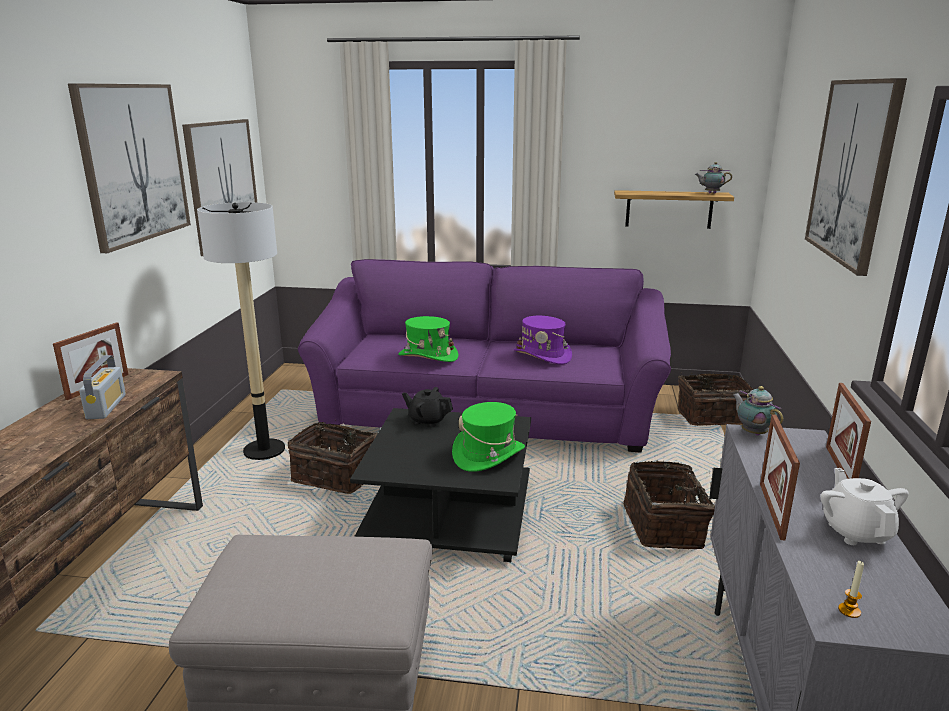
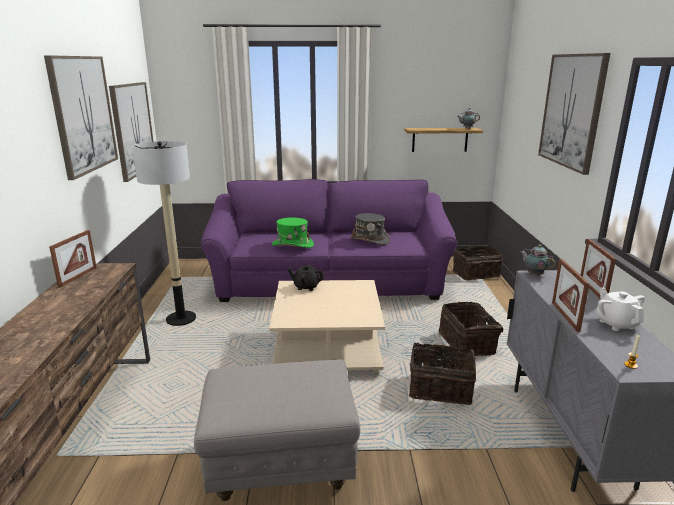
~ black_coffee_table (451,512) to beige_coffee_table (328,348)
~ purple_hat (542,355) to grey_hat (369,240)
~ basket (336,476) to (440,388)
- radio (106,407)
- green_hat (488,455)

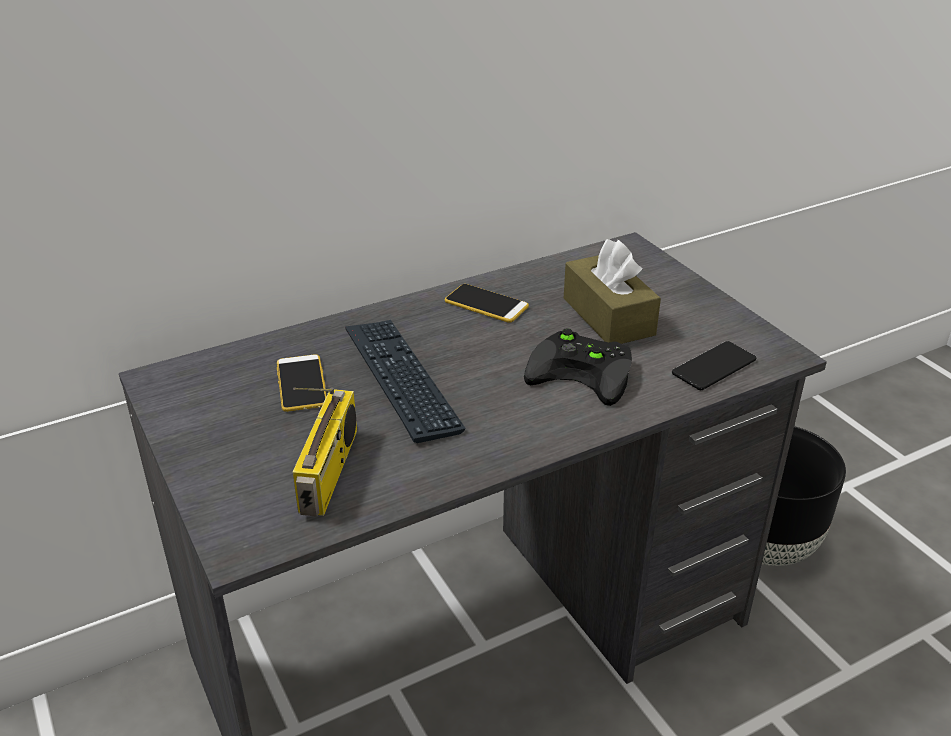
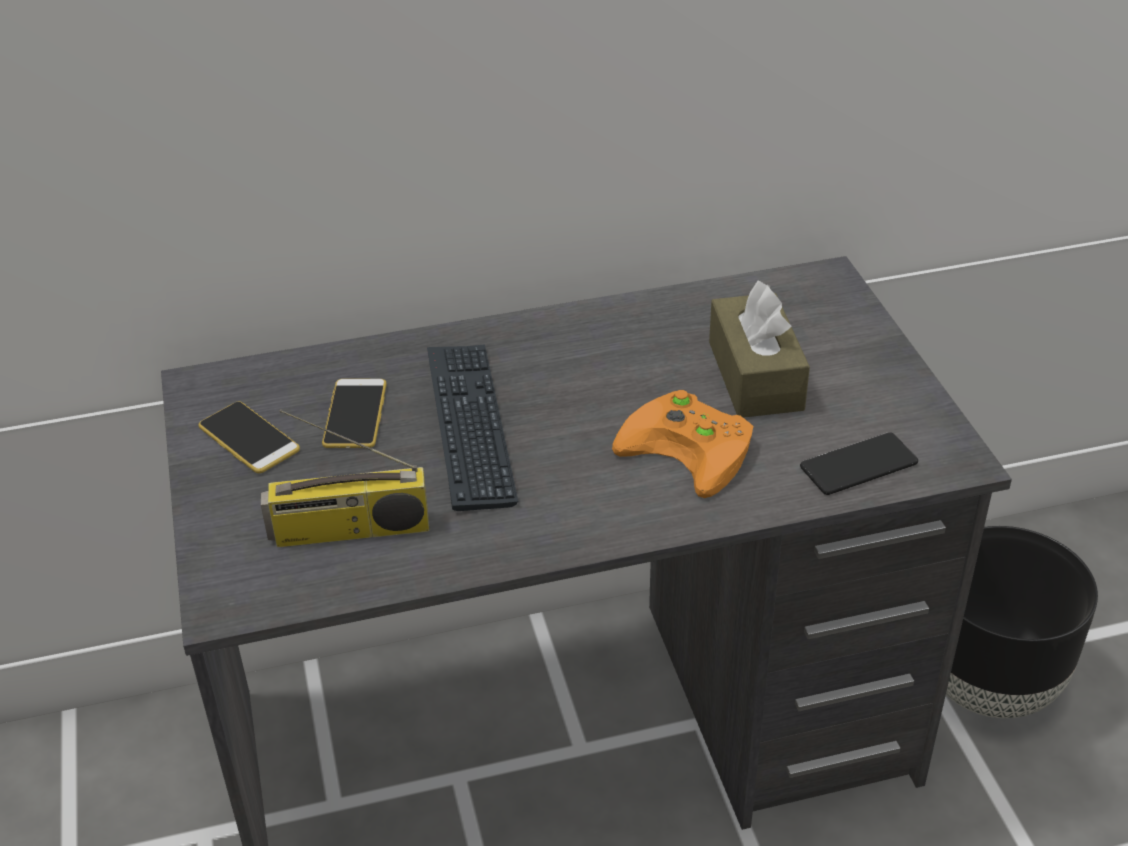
~ phone (486,304) to (249,438)
~ radio (330,472) = (349,531) 60 degrees clockwise
~ black_game_controller (585,372) to orange_game_controller (693,448)

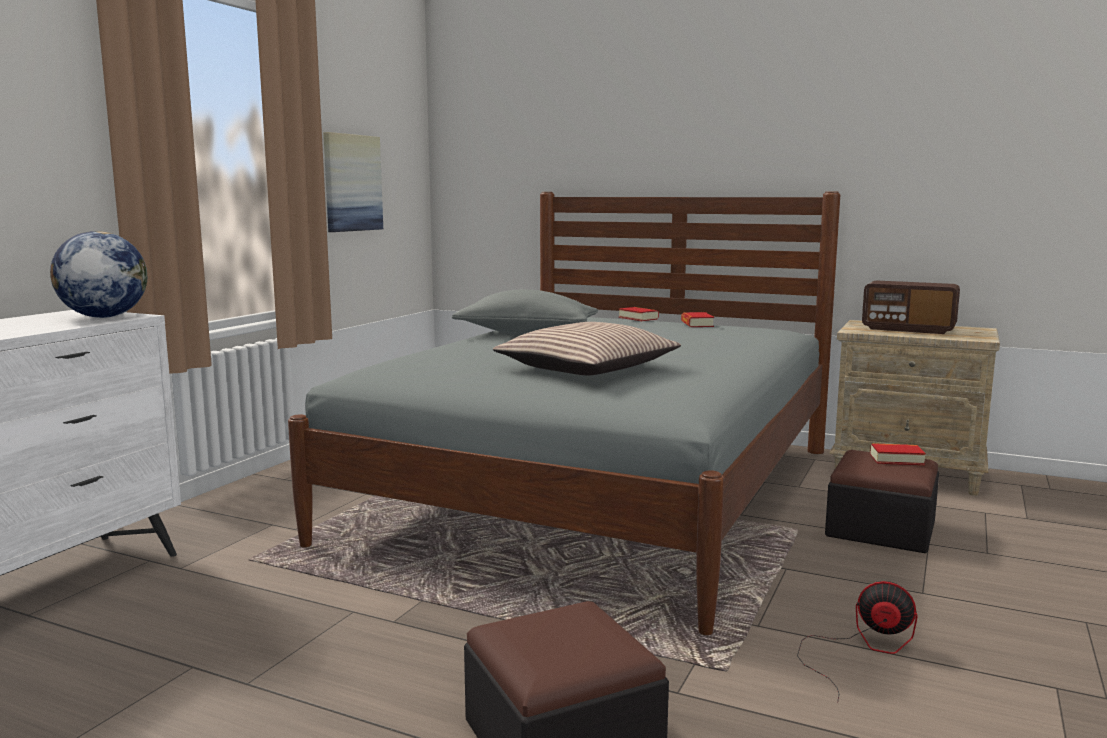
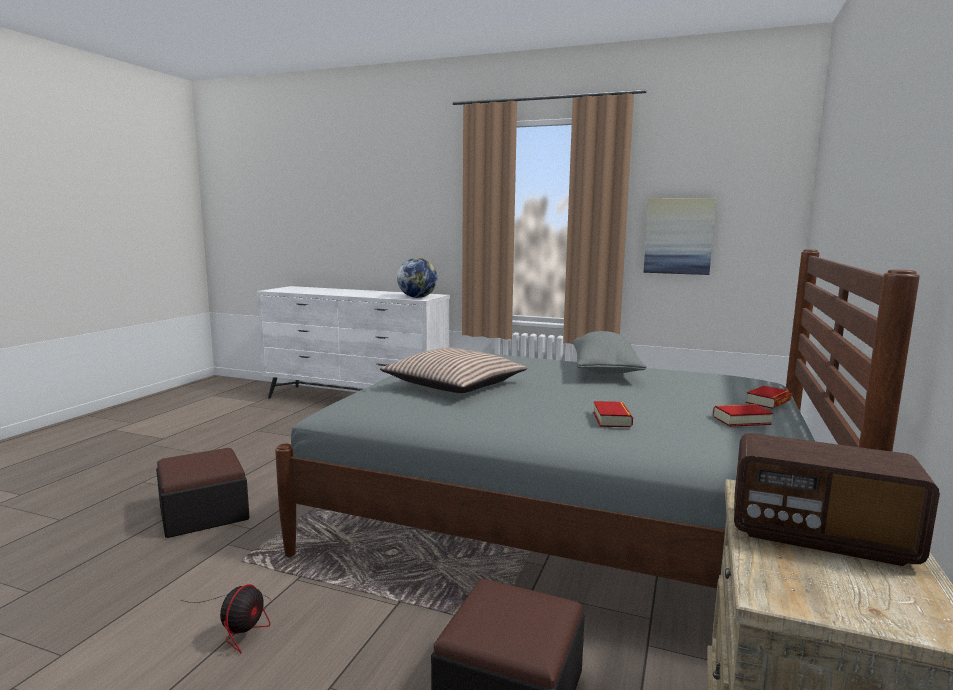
~ book (896,459) to (612,419)
~ radio (908,329) = (819,536) 90 degrees counterclockwise

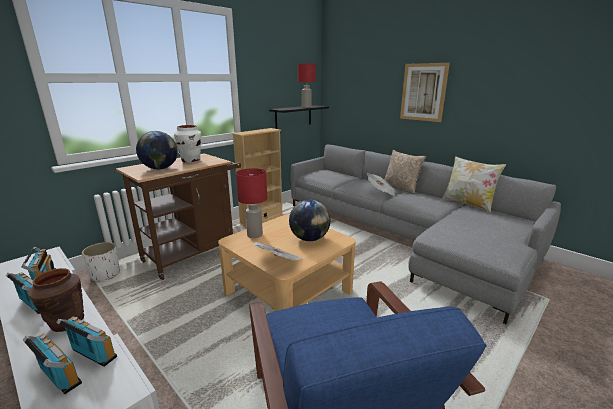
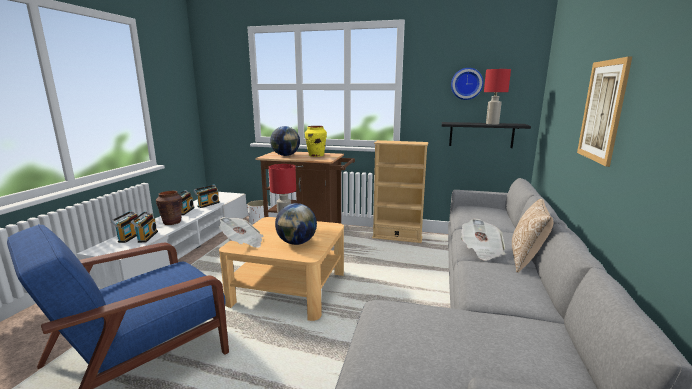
~ white_vase (191,160) to yellow_vase (316,155)
+ wall_clock (466,84)
- pillow (467,204)

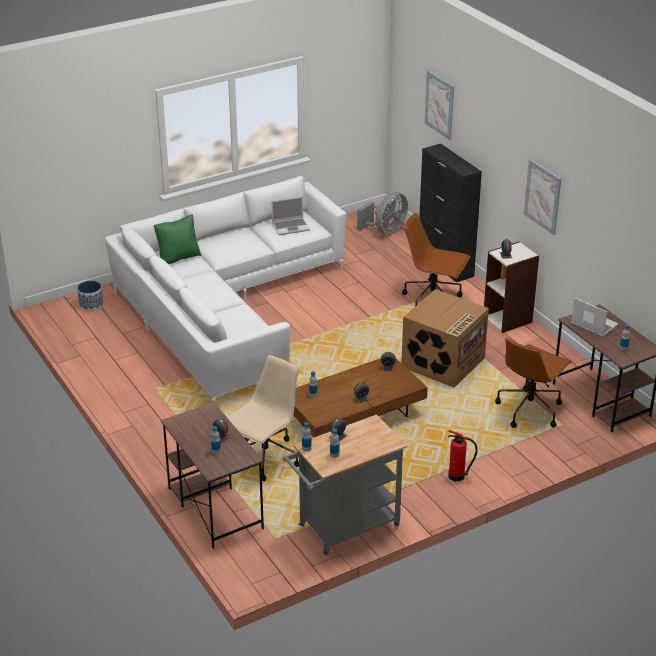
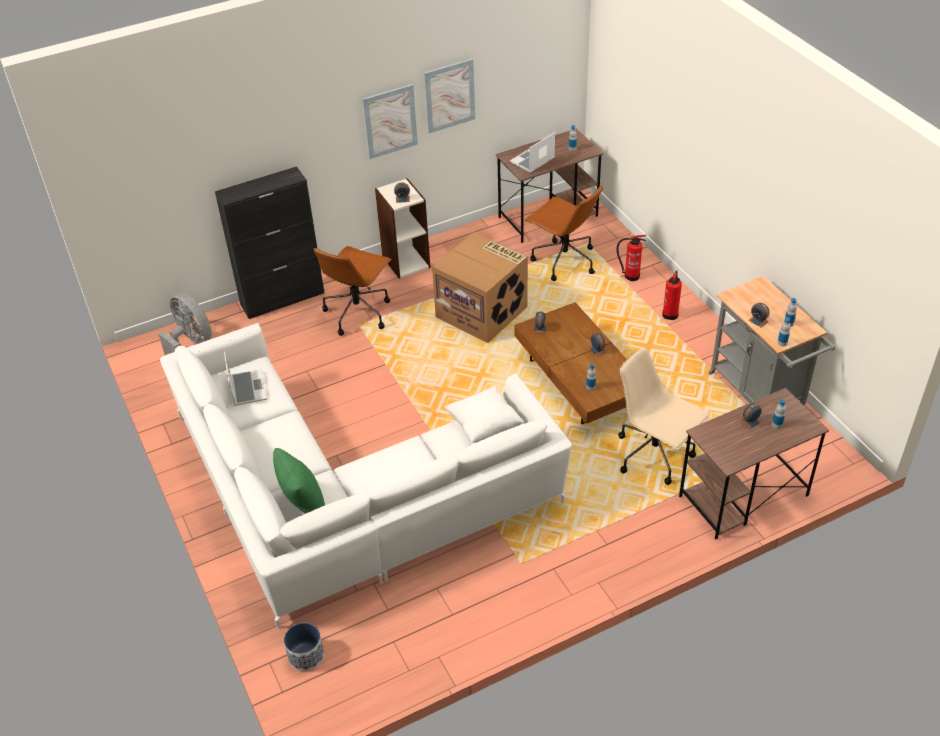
~ picture (439,105) to (449,96)
+ white_pillow (484,426)
+ fire_extinguisher (630,276)

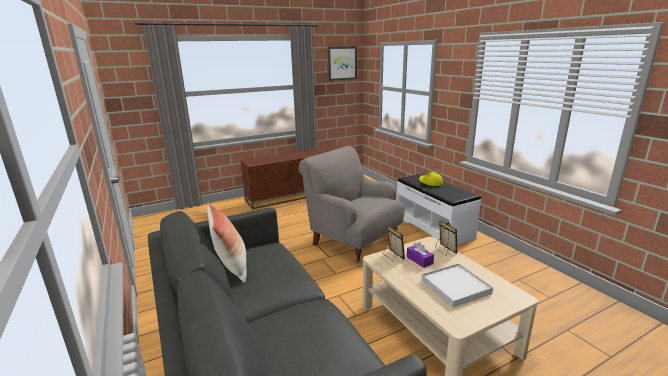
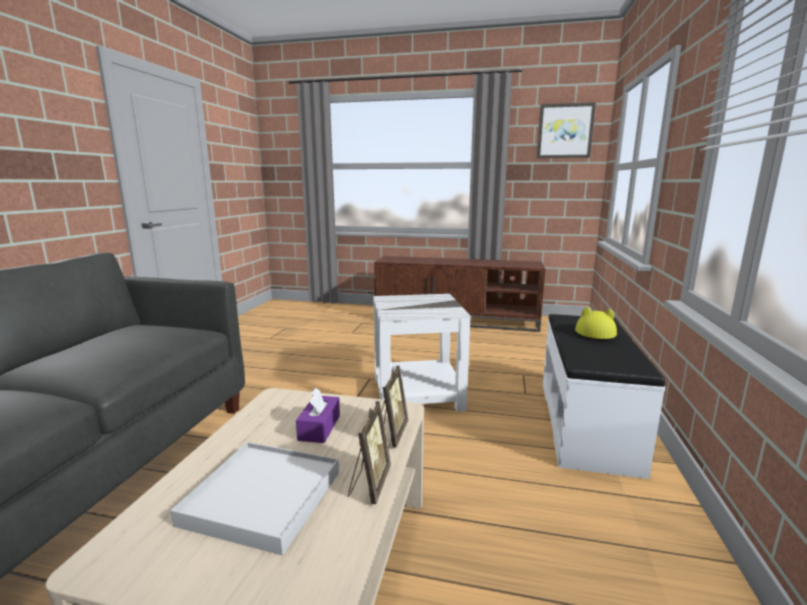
~ picture_frame (392,256) to (369,484)
~ grey_armchair (353,241) to white_side_table (418,393)
- pillow (231,267)

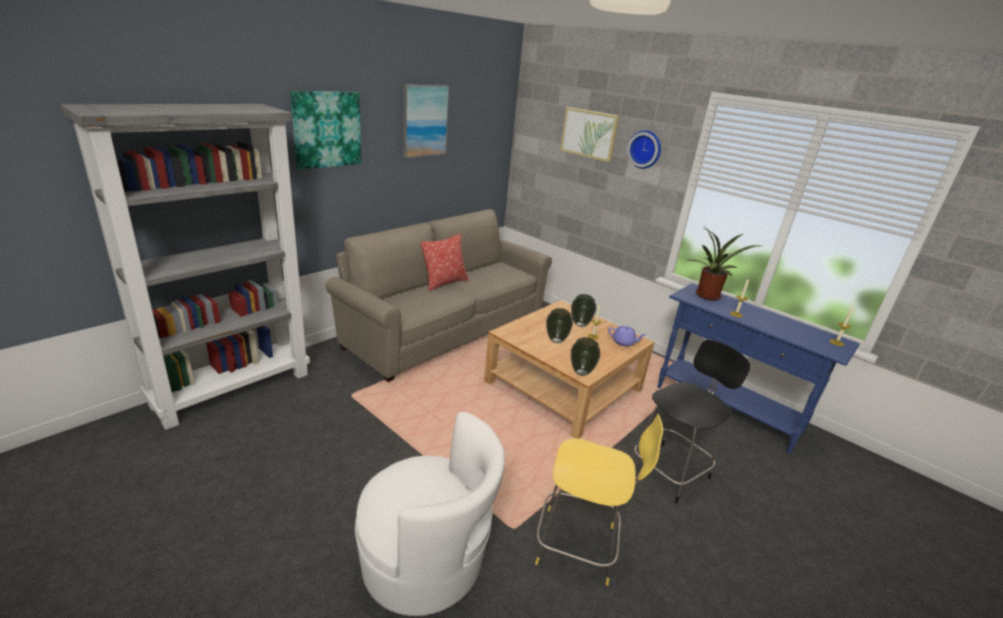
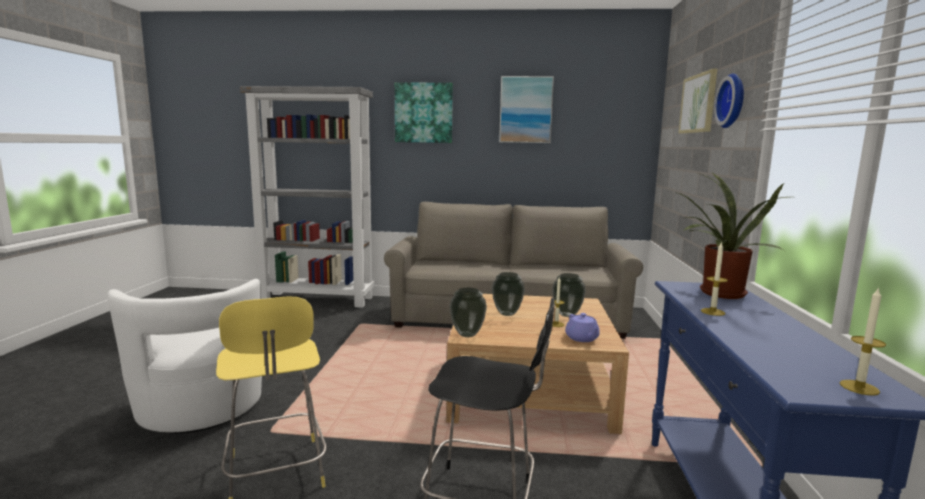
- pillow (444,283)

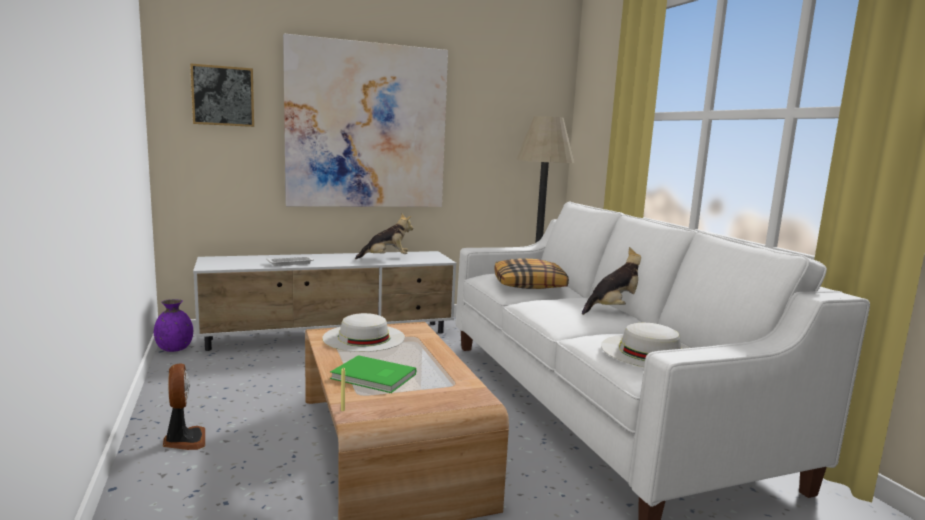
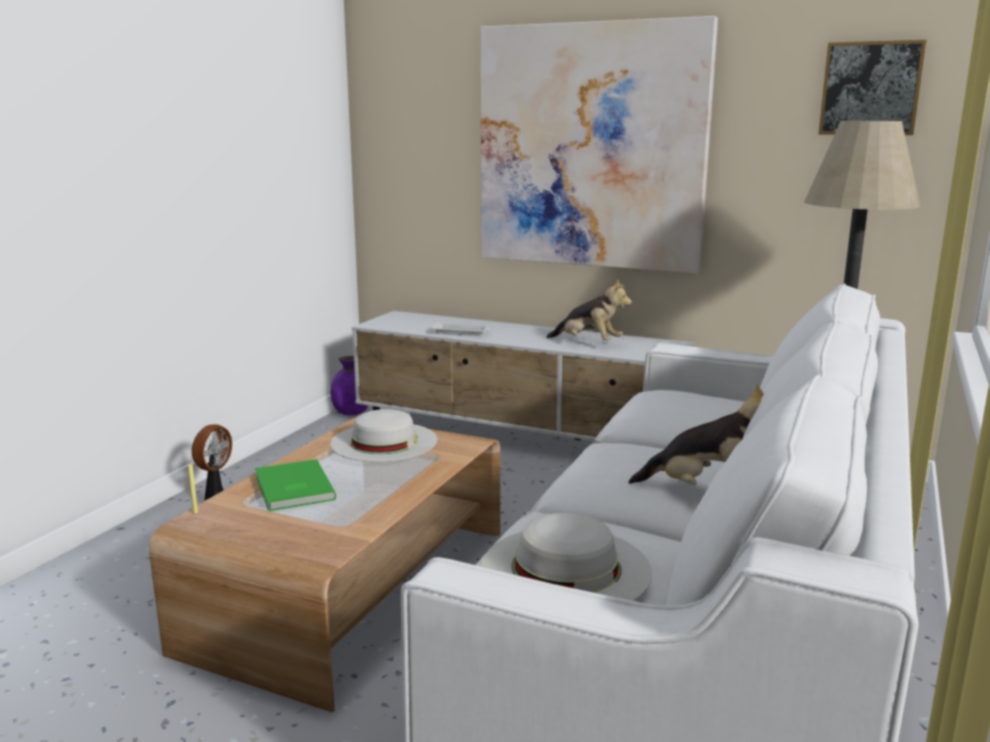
~ picture (223,96) to (870,88)
- pillow (529,284)

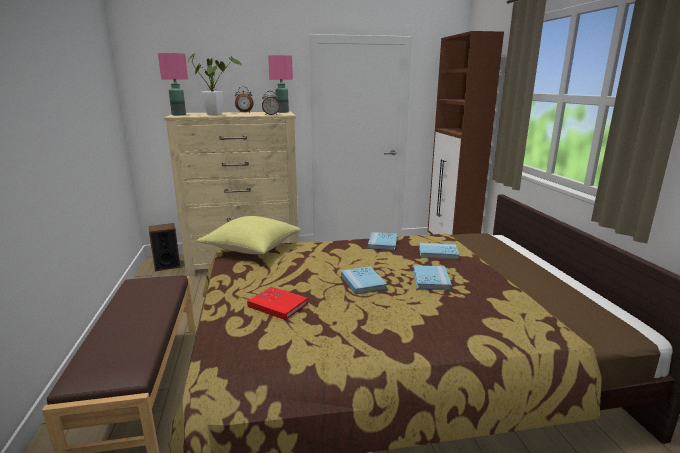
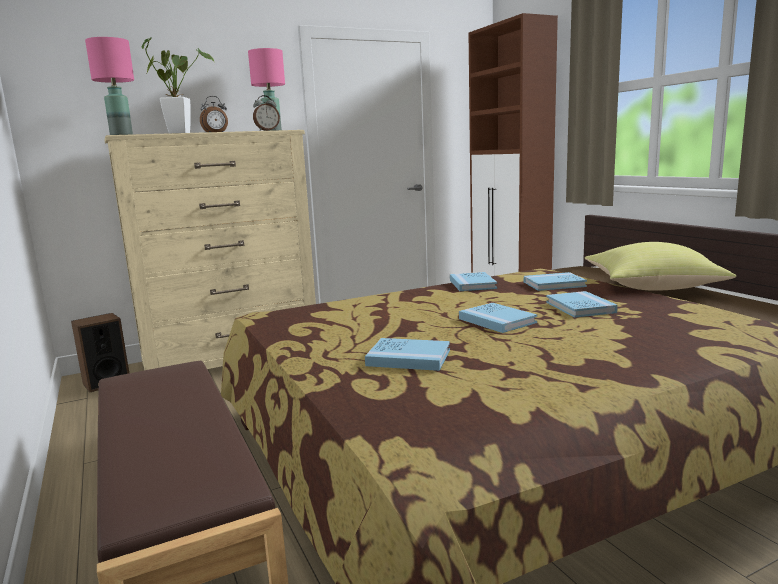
~ red_book (278,305) to blue_book (408,358)
~ yellow_pillow (250,250) to (651,289)

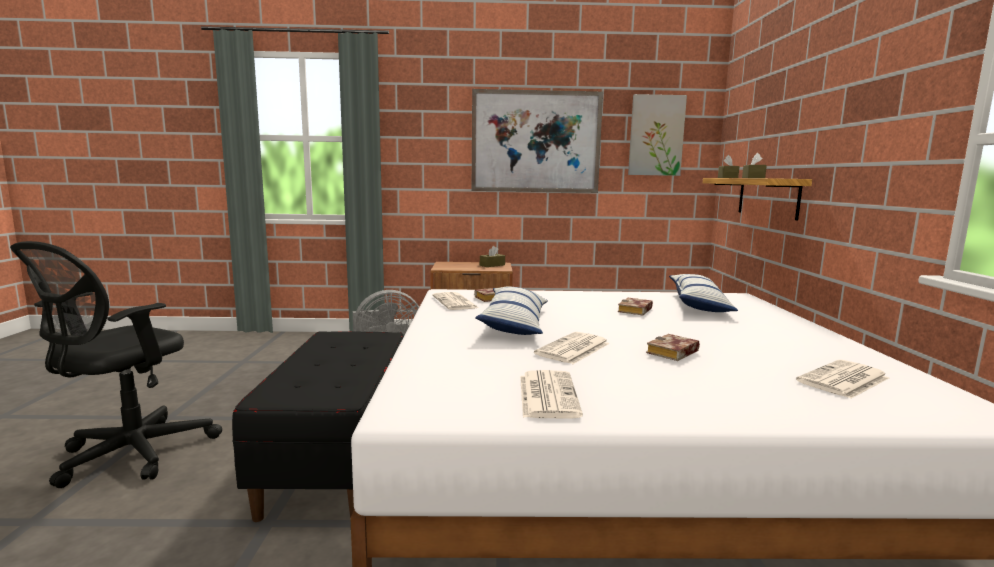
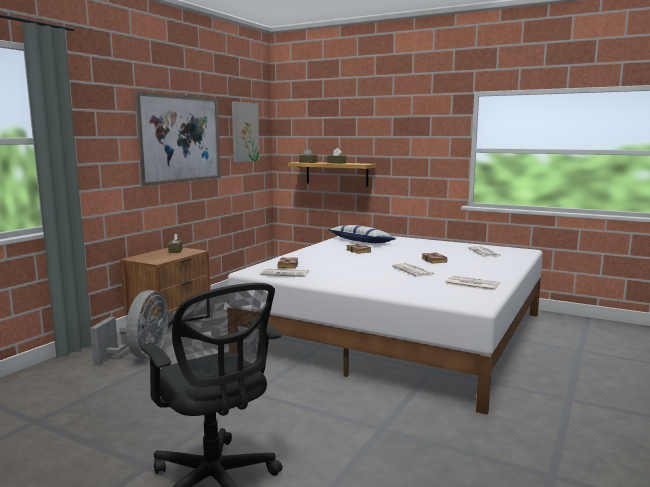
- black_bench (340,458)
- pillow (514,323)

